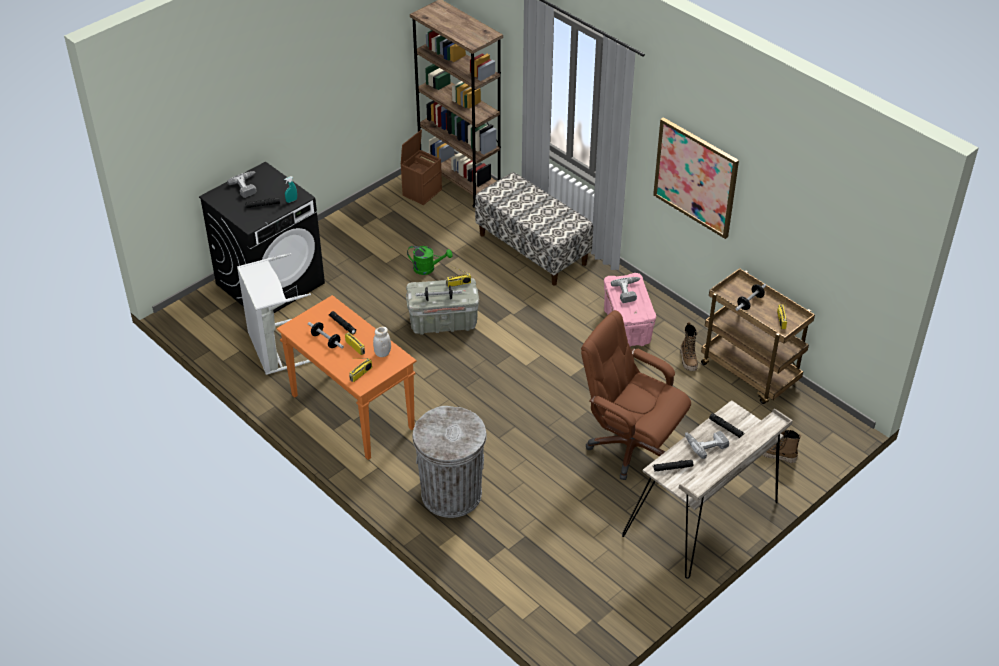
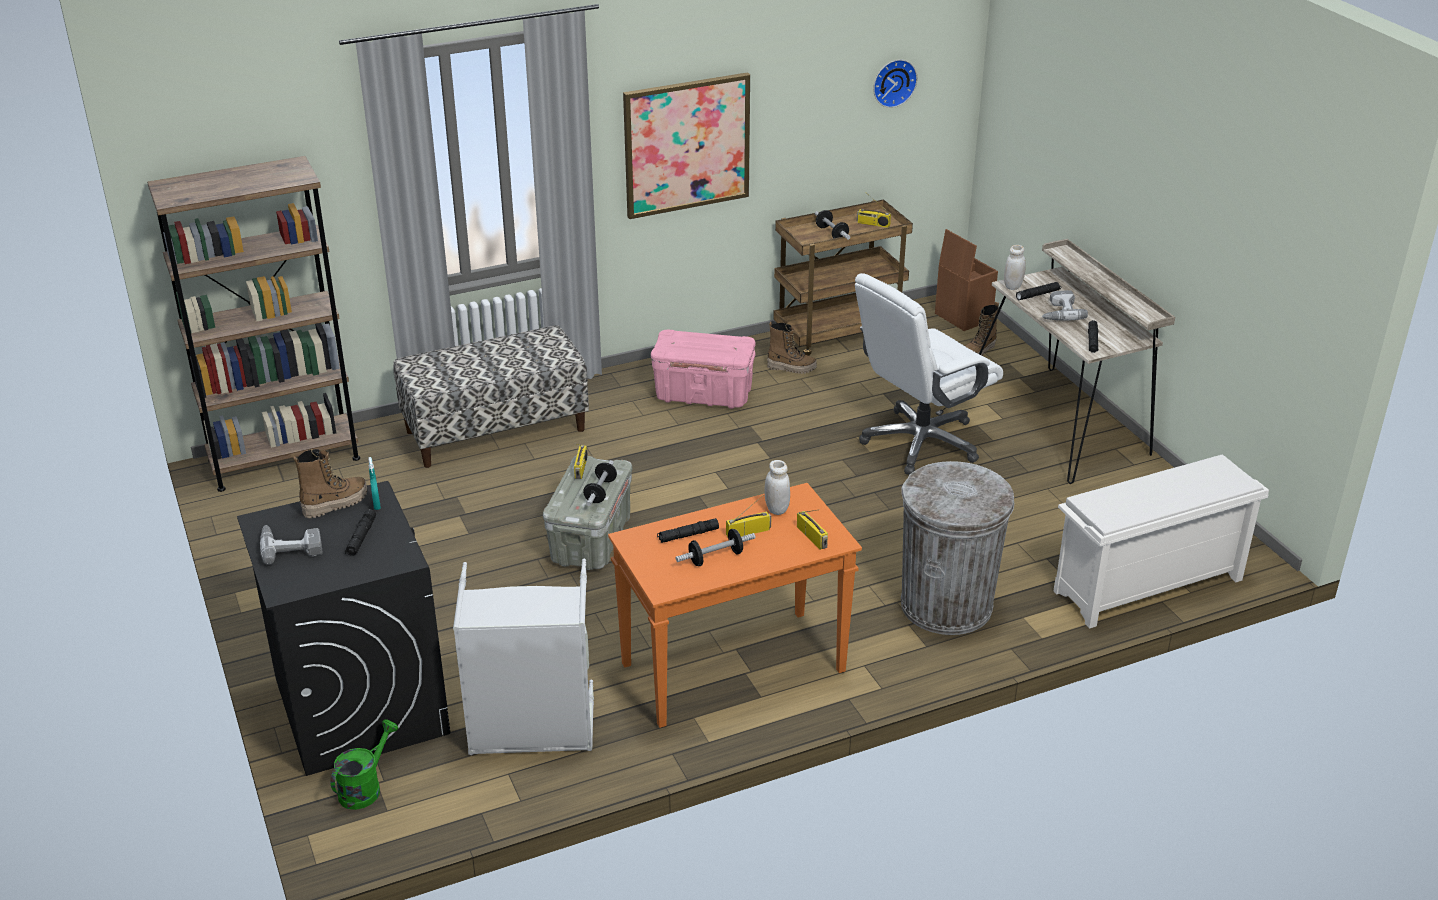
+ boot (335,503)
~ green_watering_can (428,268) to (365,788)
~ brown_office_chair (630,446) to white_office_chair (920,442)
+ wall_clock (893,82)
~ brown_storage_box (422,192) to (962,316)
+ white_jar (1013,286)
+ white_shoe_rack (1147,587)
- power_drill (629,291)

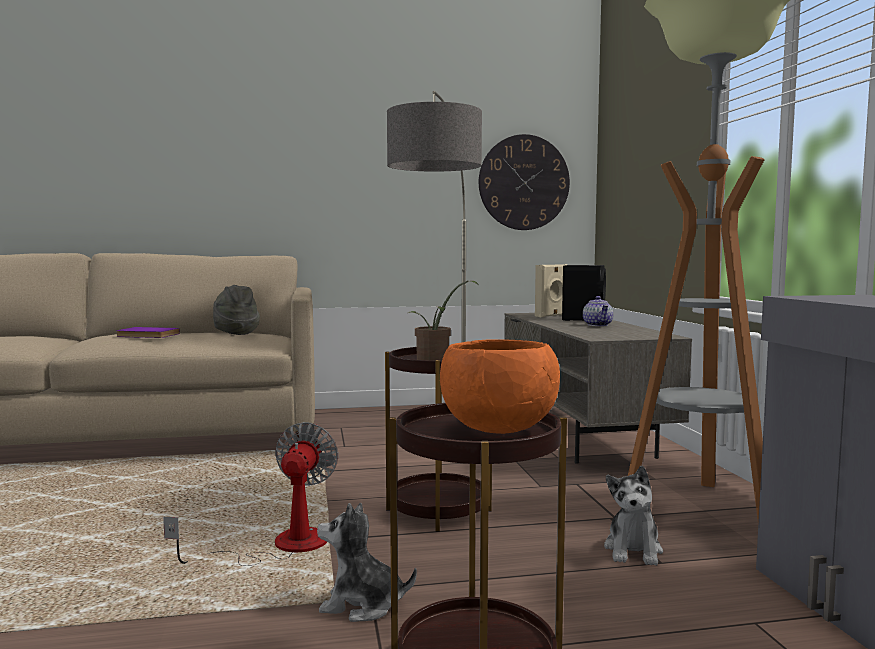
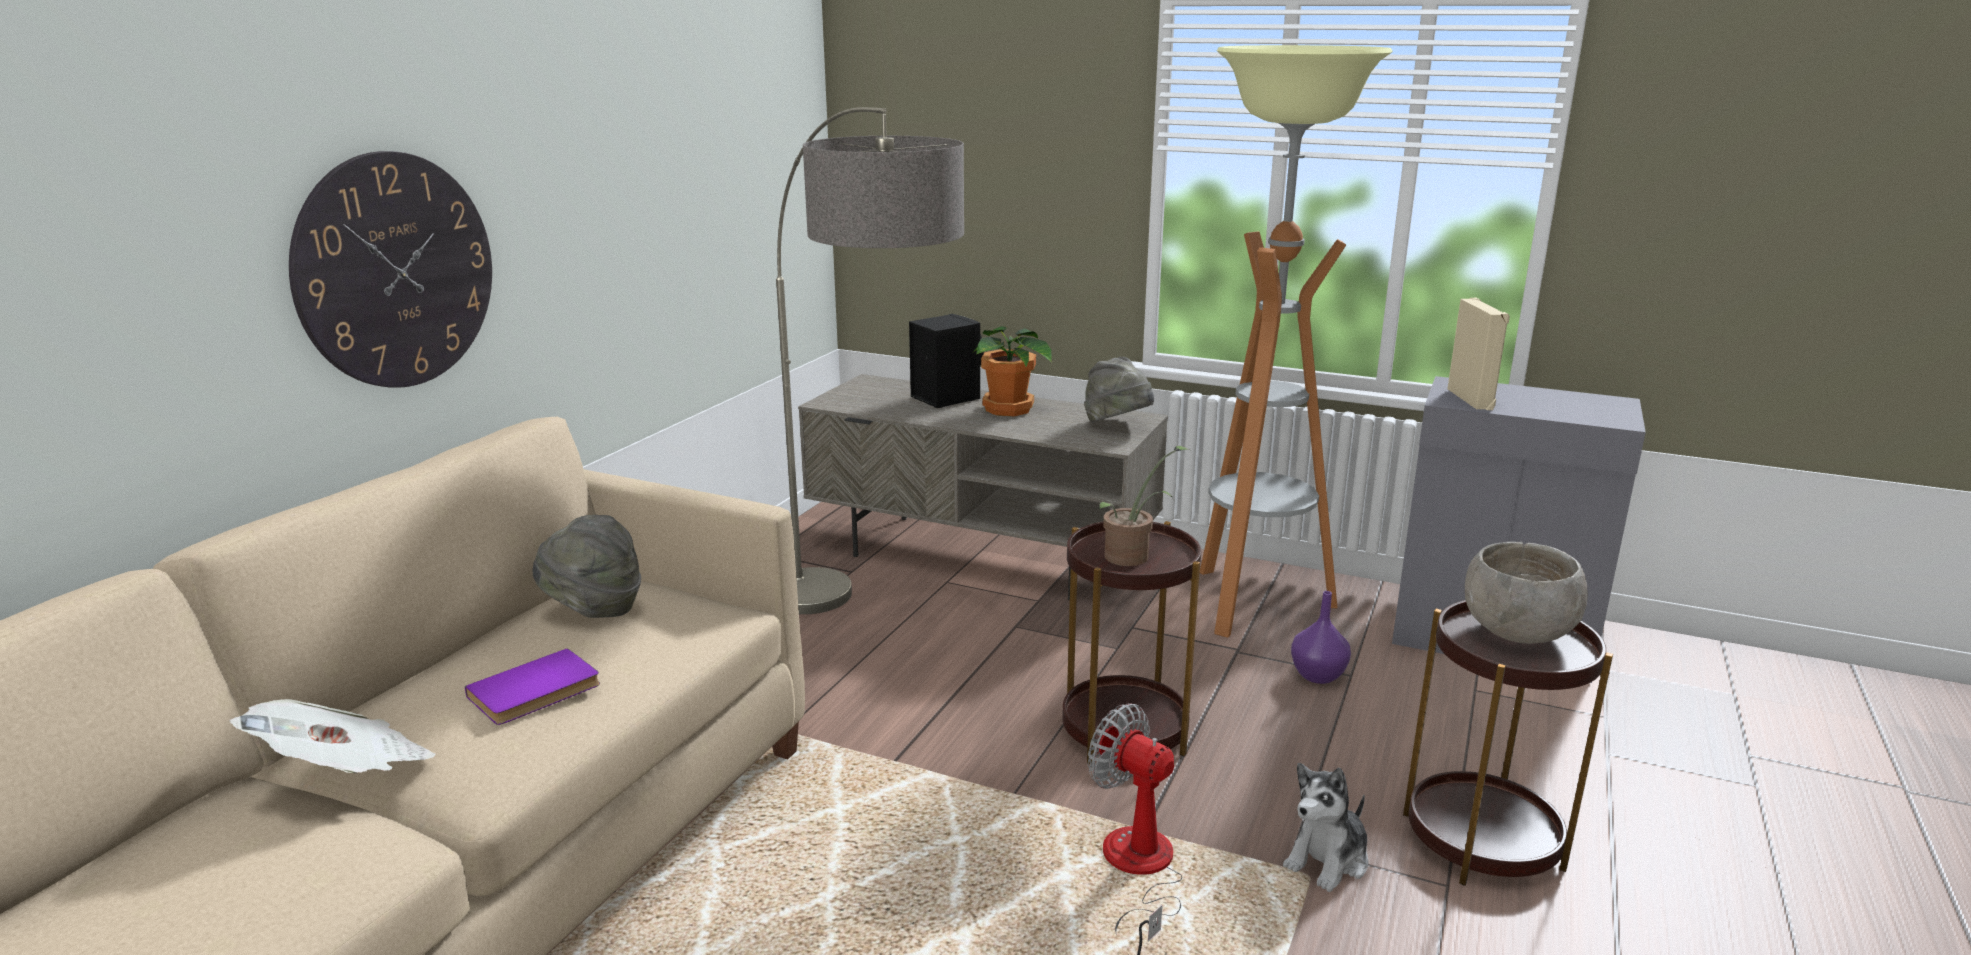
+ newspaper (346,773)
~ wall_clock (524,182) to (396,271)
~ teapot (598,325) to potted_plant (1009,410)
+ grey_hat (1117,426)
~ plush_toy (633,550) to purple_vase (1317,675)
~ beige_speaker (551,316) to (1472,399)
~ orange_bowl (499,429) to grey_bowl (1517,633)

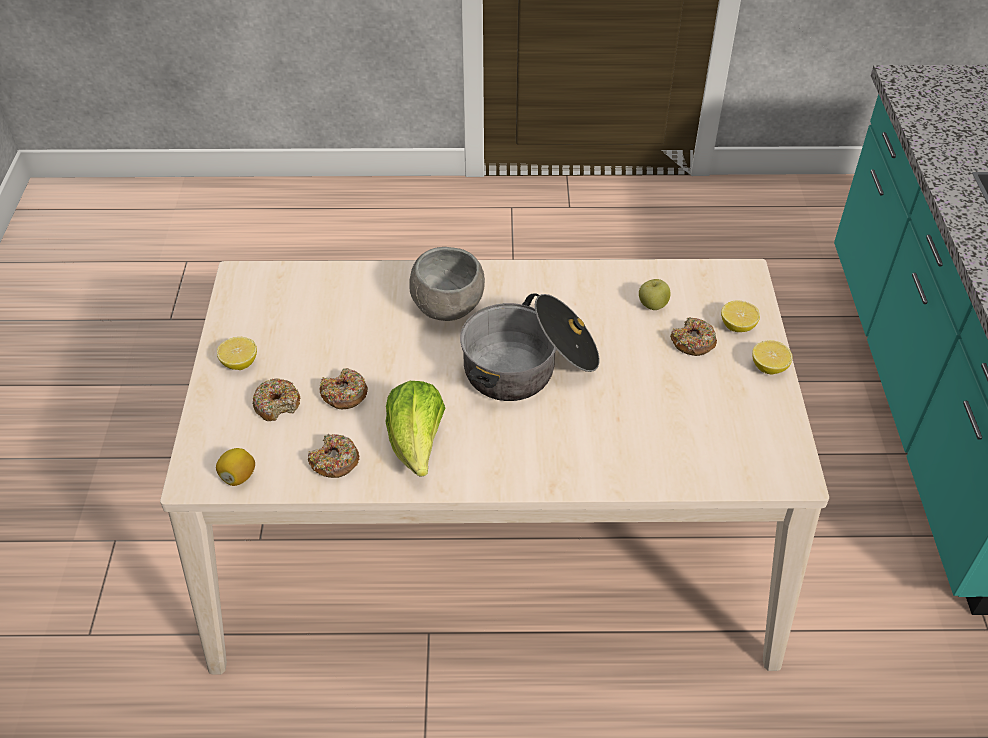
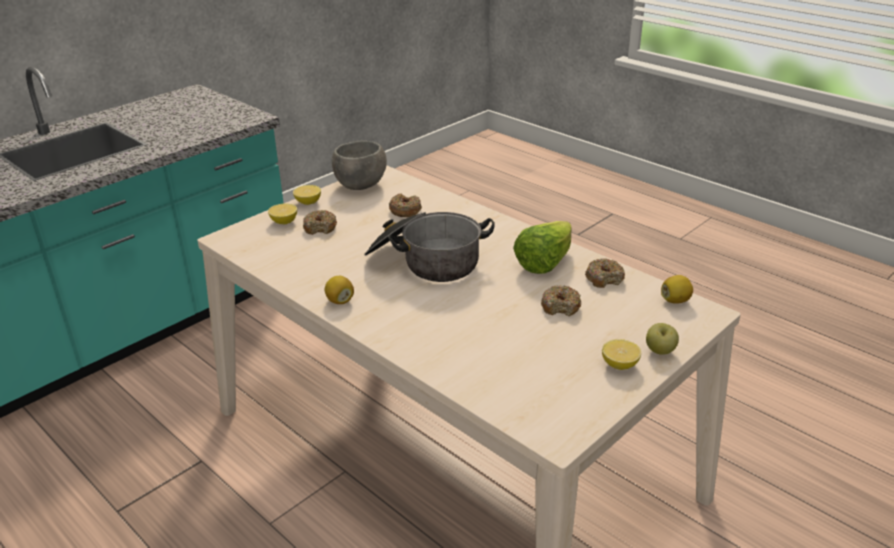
+ lemon (340,301)
~ grey_bowl (447,307) to (360,186)
~ donut (277,404) to (405,210)
~ apple (652,305) to (660,351)

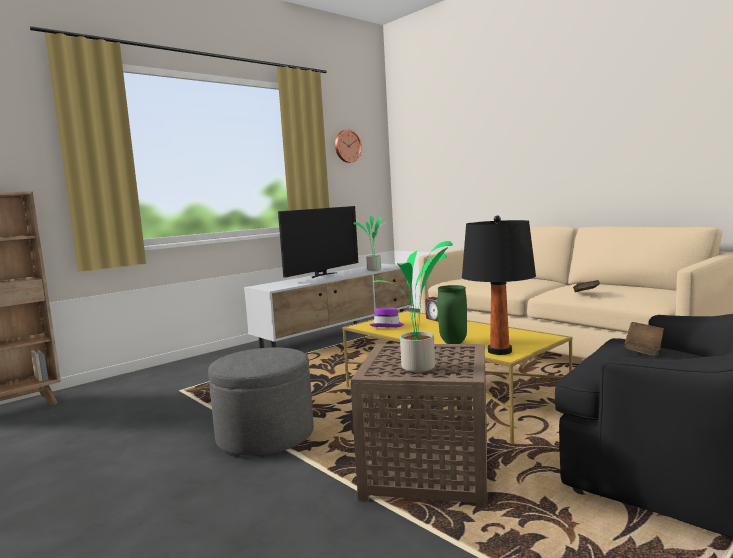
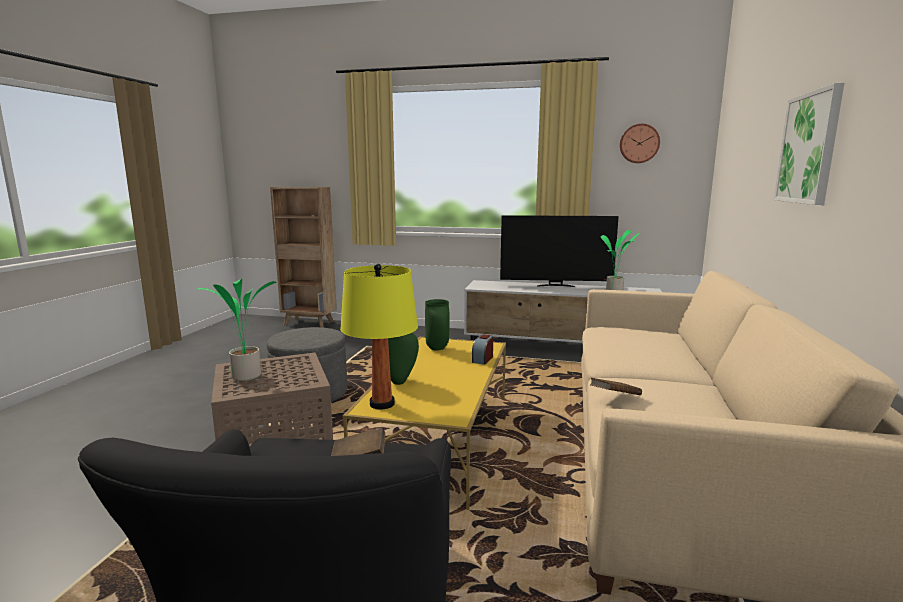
~ black_table_lamp (499,351) to yellow_table_lamp (381,404)
~ purple_hat (388,326) to green_vase (438,348)
+ picture (809,148)

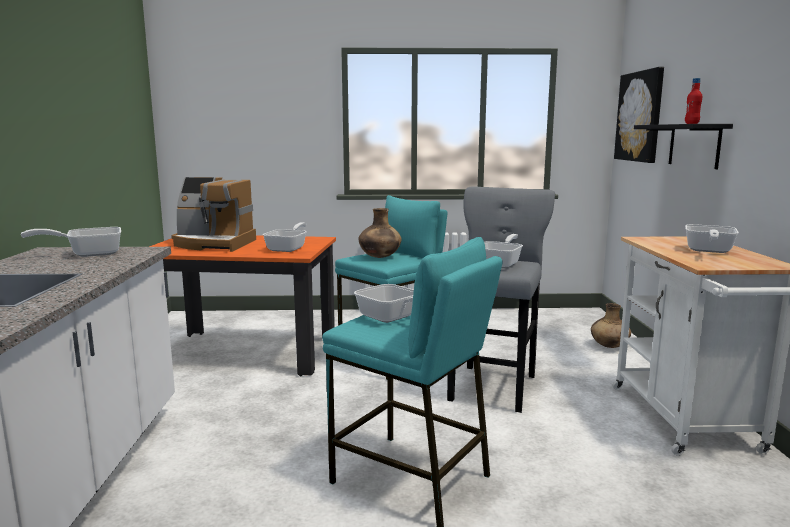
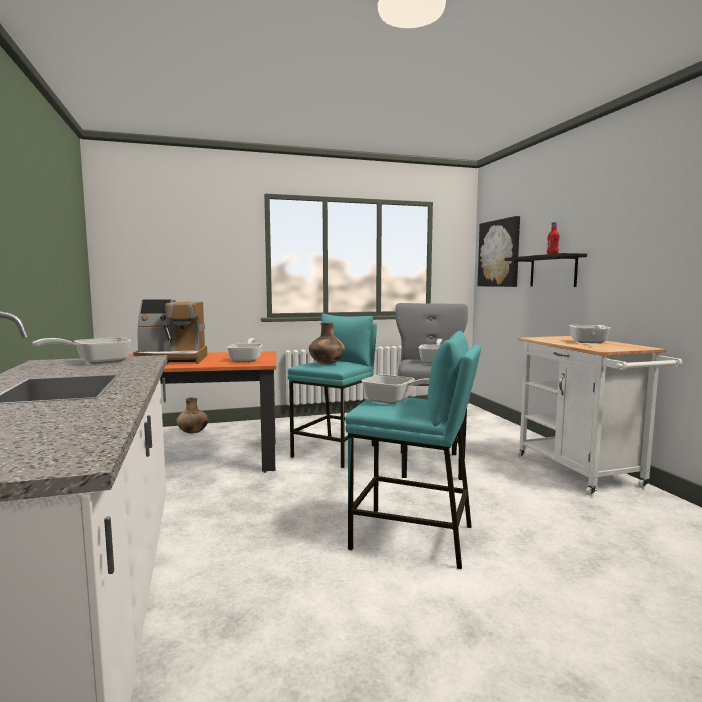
~ brown_vase (609,346) to (193,432)

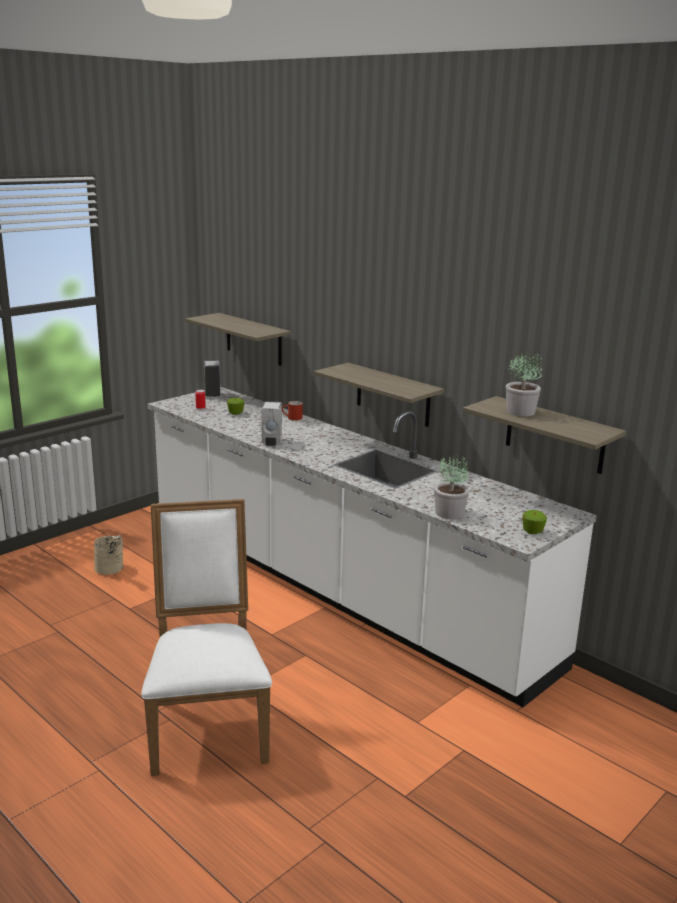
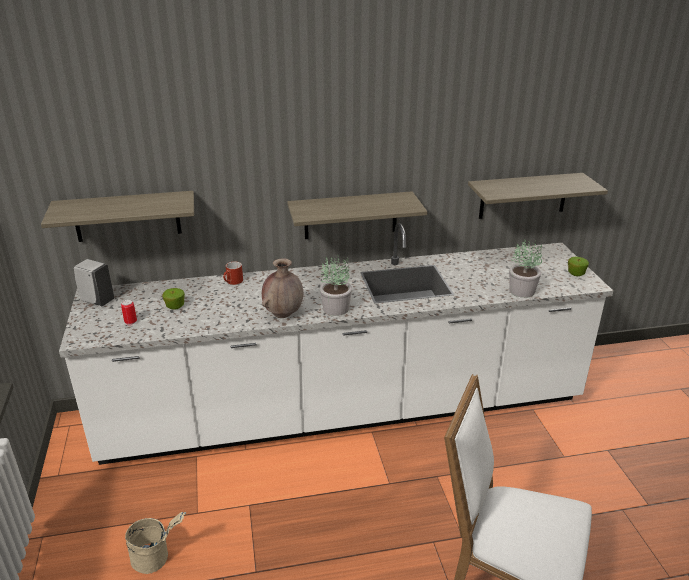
~ white_soap_dispenser (272,442) to brown_vase (283,314)
~ potted_plant (521,412) to (336,308)

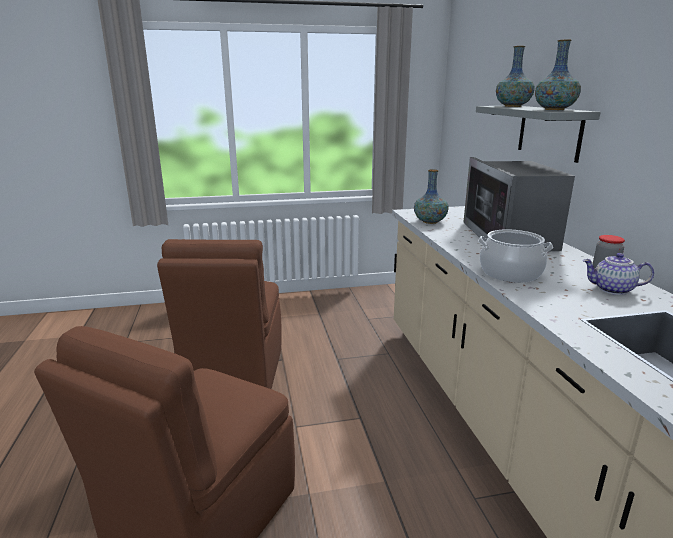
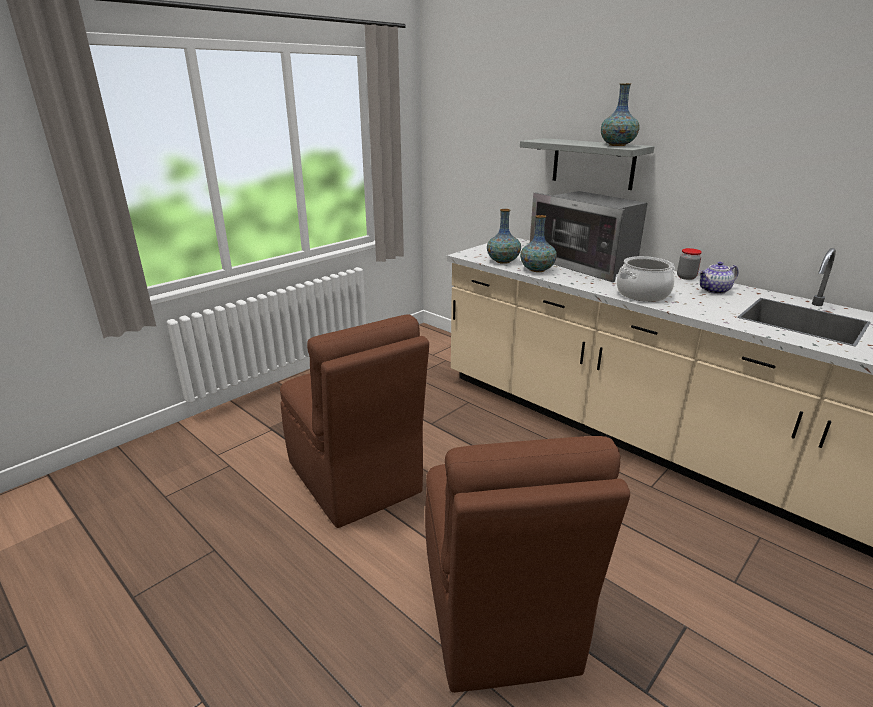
~ vase (512,106) to (537,270)

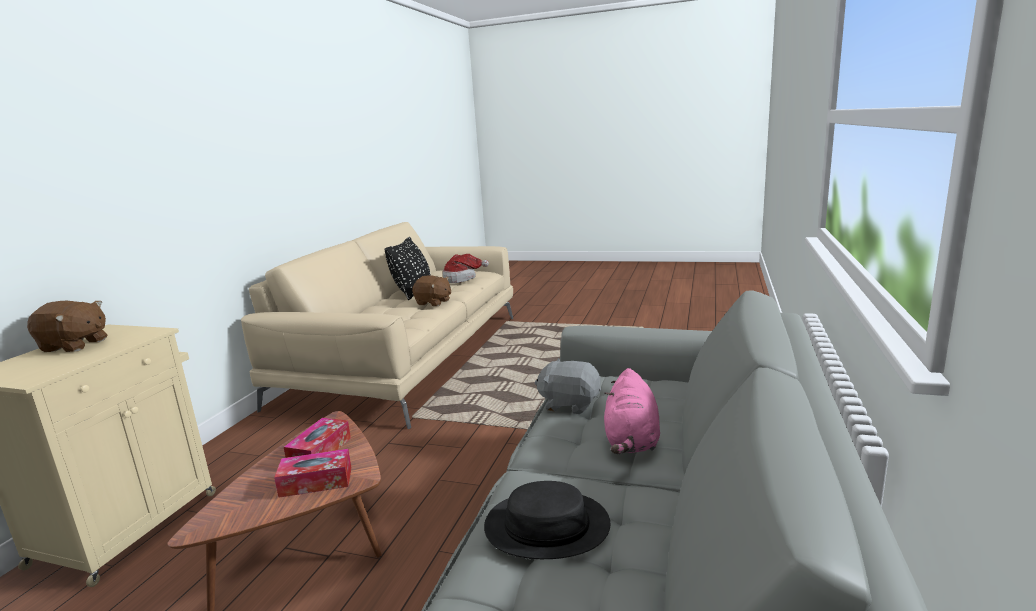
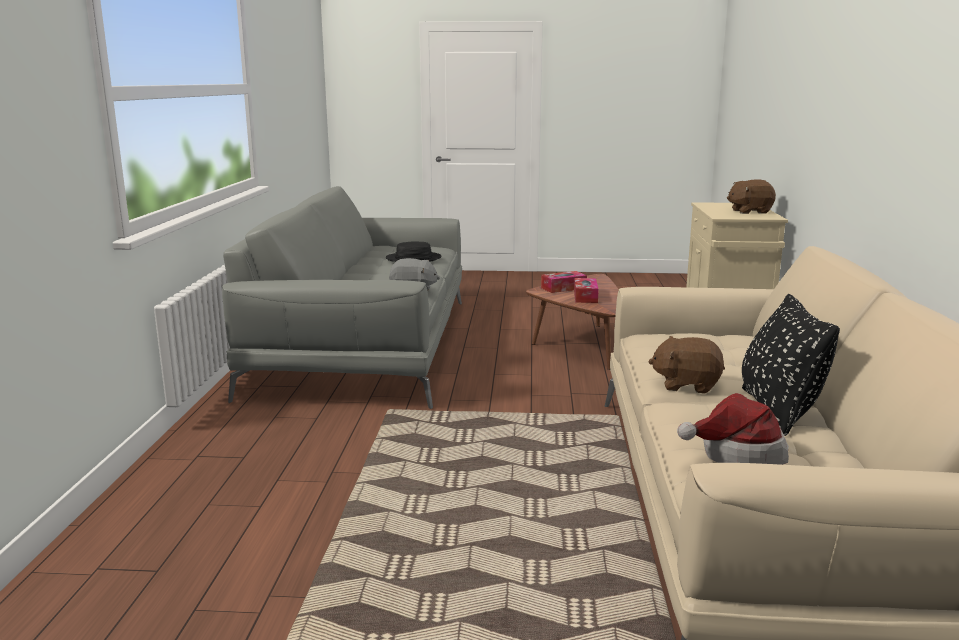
- pink_plush_toy (631,441)

